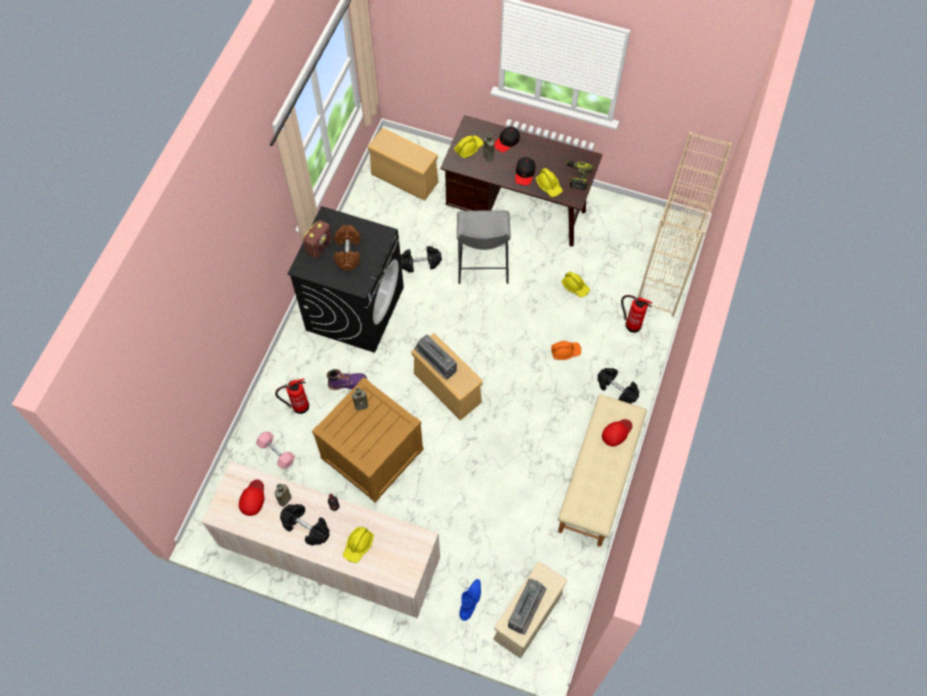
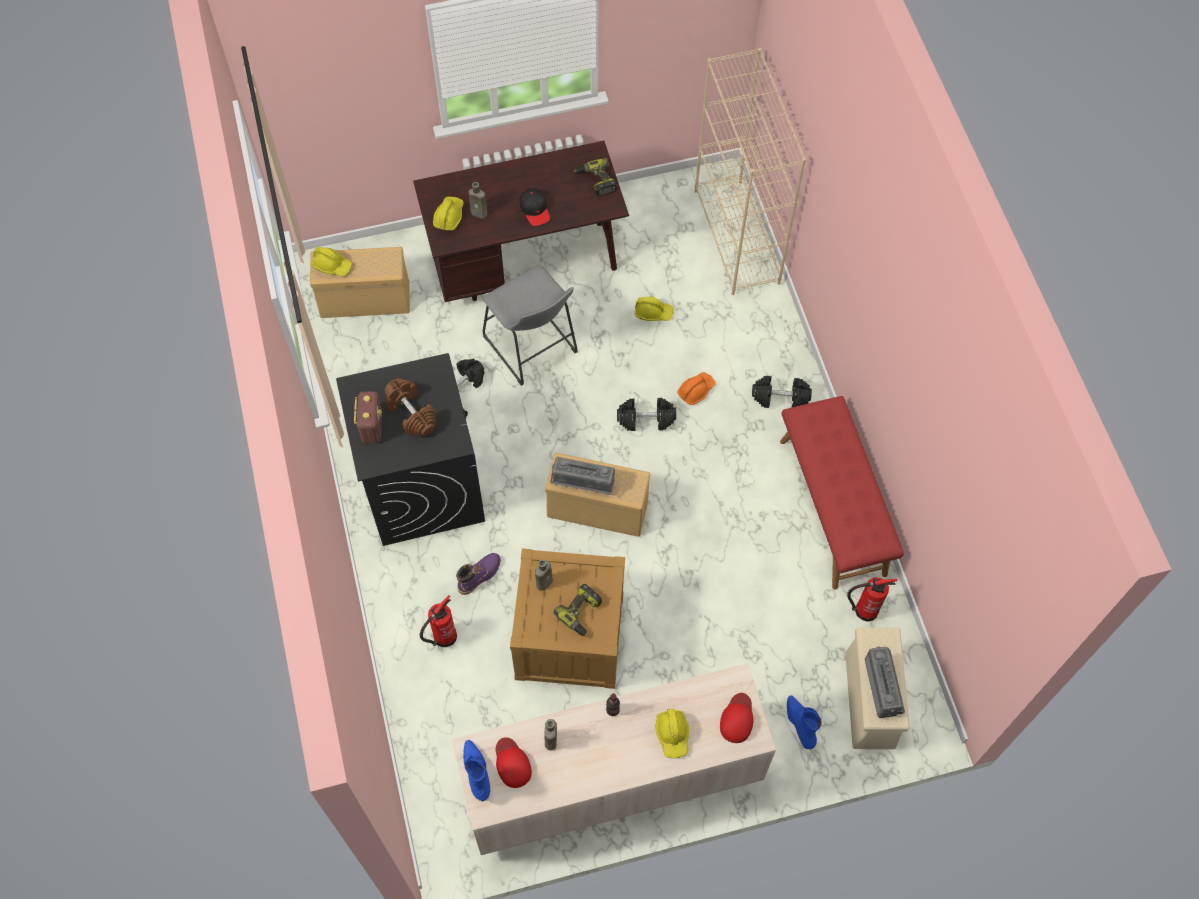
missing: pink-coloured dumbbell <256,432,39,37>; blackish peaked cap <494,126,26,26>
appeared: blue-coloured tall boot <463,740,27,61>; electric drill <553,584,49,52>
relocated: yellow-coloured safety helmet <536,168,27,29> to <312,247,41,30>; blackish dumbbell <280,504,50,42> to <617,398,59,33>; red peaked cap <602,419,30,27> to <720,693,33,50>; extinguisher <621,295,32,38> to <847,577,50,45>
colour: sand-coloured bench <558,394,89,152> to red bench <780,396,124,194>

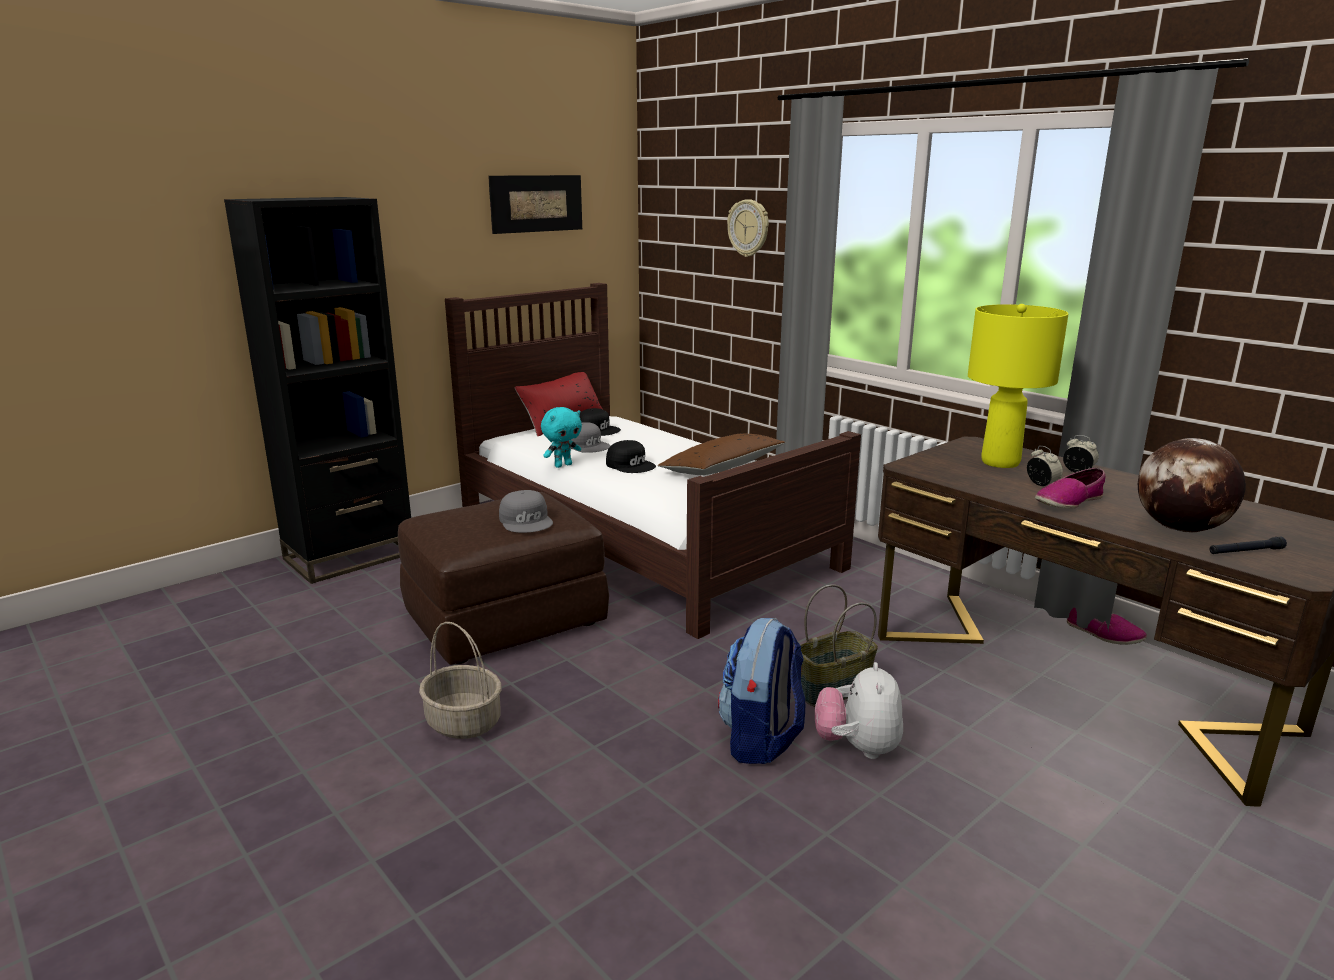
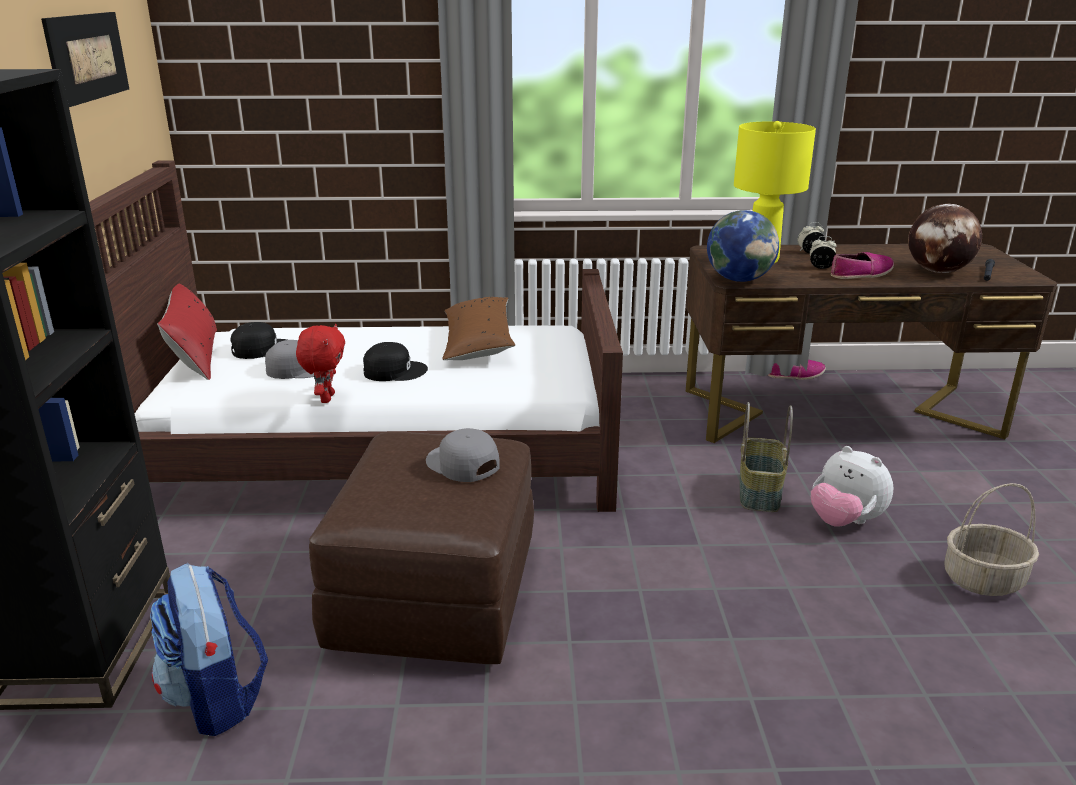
missing: hanging clock <727,199,42,58>
appeared: world globe <707,210,72,72>
relocated: backpack <718,618,87,146> to <150,563,118,173>; household basket <419,622,82,117> to <944,483,95,113>
colour: turquoise cuddly toy <541,407,41,61> to red cuddly toy <296,324,49,79>
spun: grey peaked cap <499,490,54,43> = <426,428,74,54> 150 degrees counterclockwise; shoe <1035,468,70,41> = <831,252,63,27> 120 degrees counterclockwise

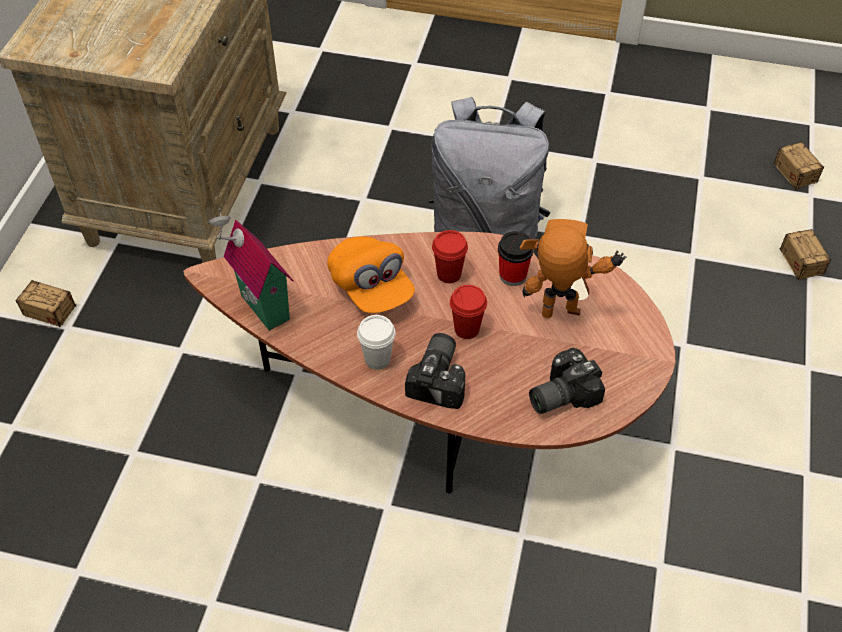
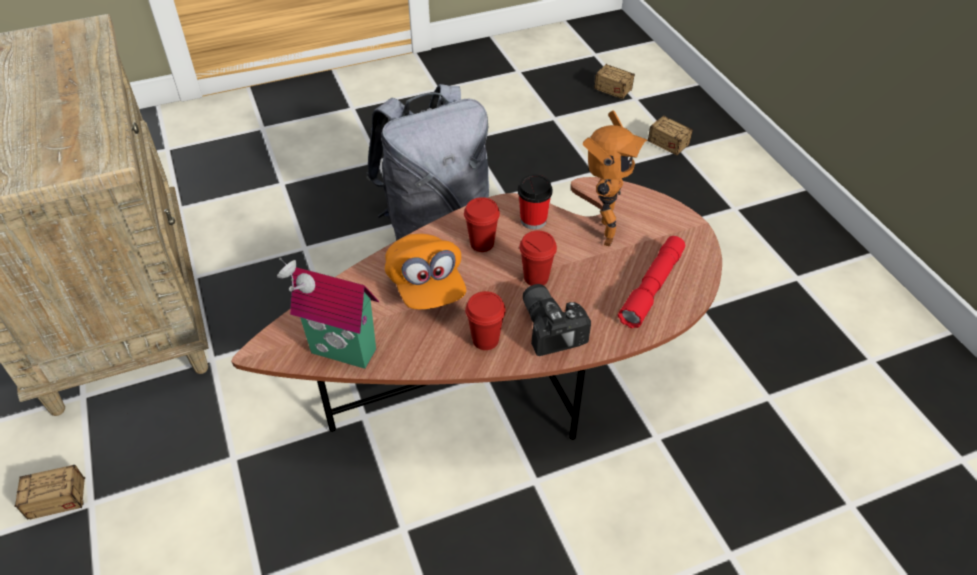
exchanged: photo camera <529,348,76,66> to red hand torch <618,236,67,92>
colour: white-coloured small cup <357,315,39,55> to red small cup <465,291,41,59>
spun: orangey peaked cap <327,237,88,76> = <385,234,81,75> 45 degrees clockwise; robot figure <520,219,107,99> = <583,110,64,137> 135 degrees clockwise

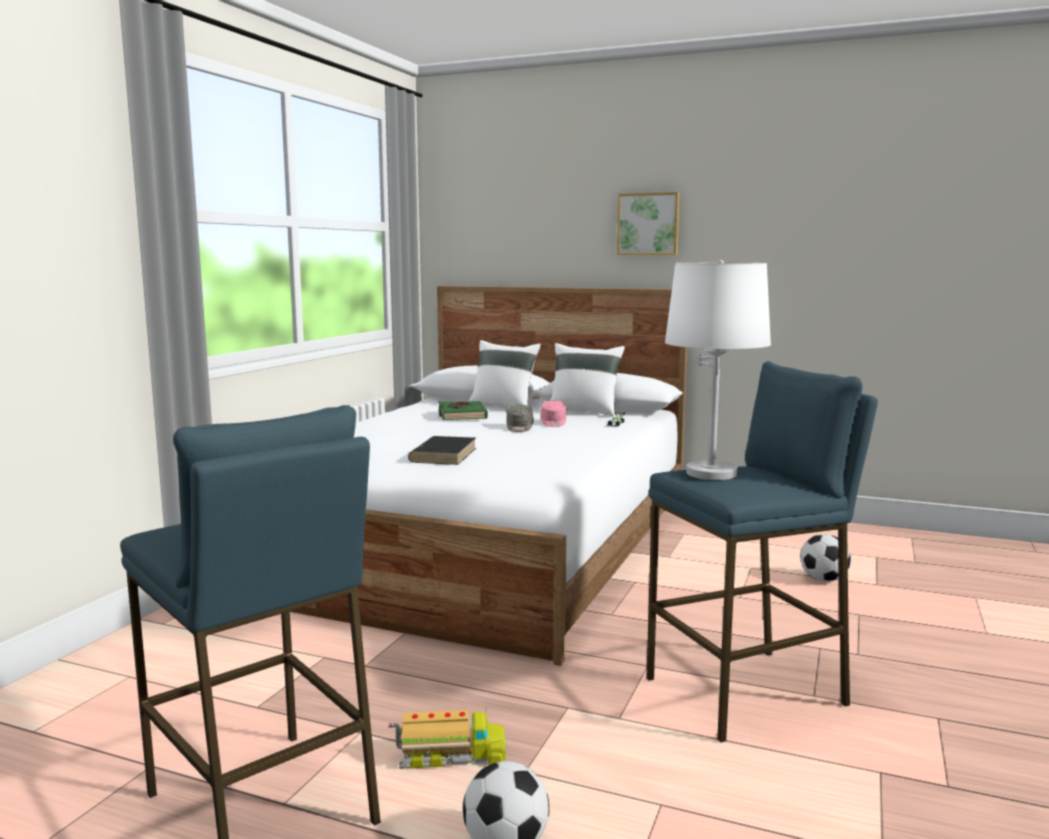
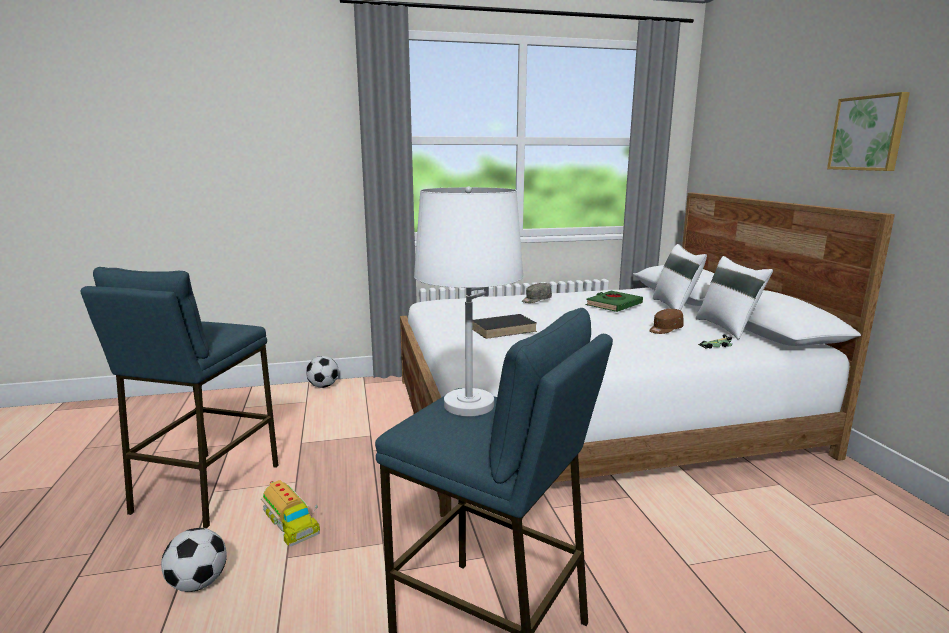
relocated: football <800,534,51,48> to <306,356,33,32>; grey peaked cap <507,405,26,27> to <522,283,30,20>
colour: pink-coloured peaked cap <541,401,25,26> to brown-coloured peaked cap <649,309,35,25>

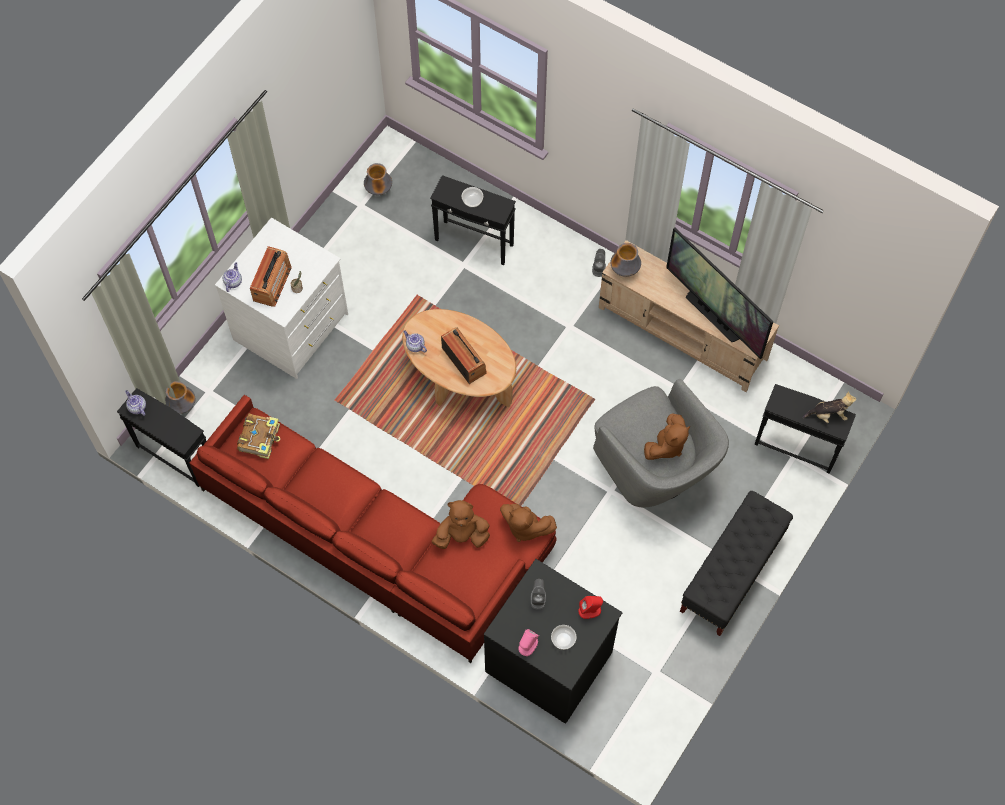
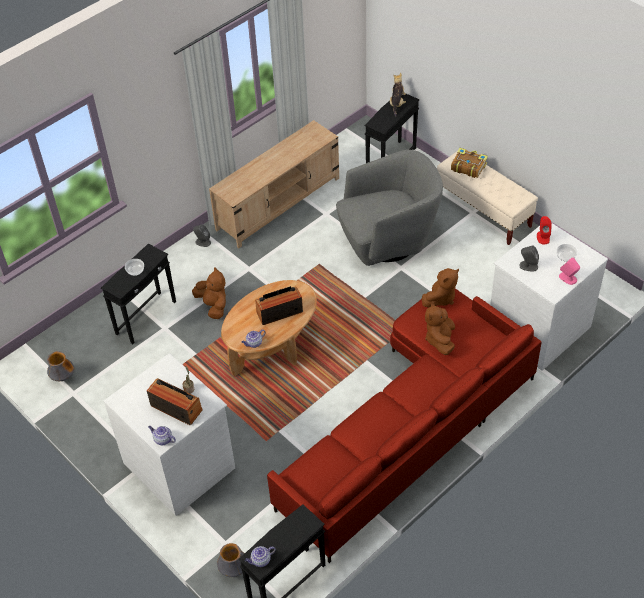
missing: decorative vase <610,243,31,34>; TV set <666,228,107,131>
relocated: brown-coloured cuddly toy <644,413,46,47> to <192,268,34,51>; book <237,414,43,45> to <451,148,37,30>
colour: blackish bench <680,491,113,145> to sand-coloured bench <437,152,101,93>; blackish chest of drawers <484,559,138,165> to white-coloured chest of drawers <490,223,118,148>

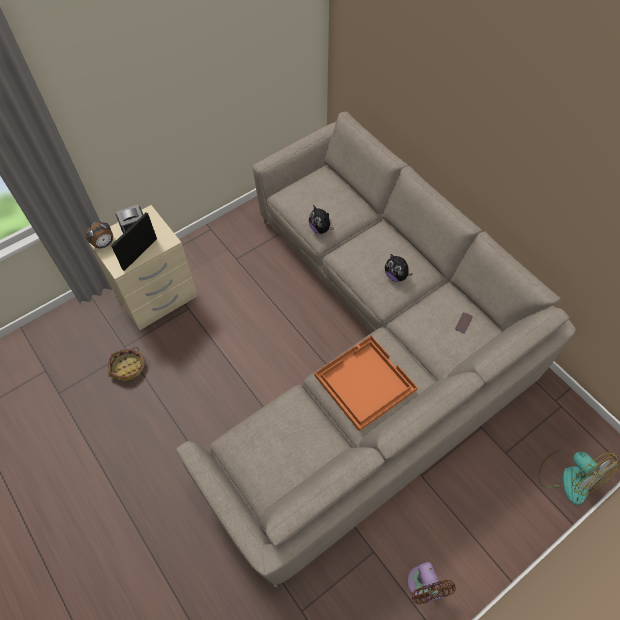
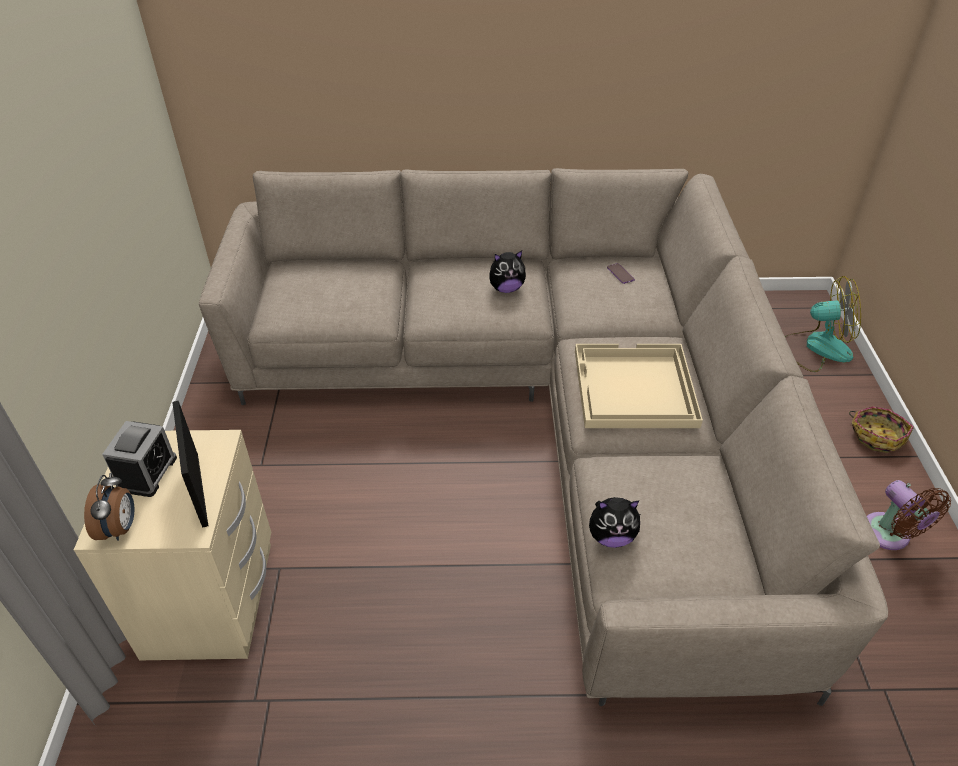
relocated: cuddly toy <309,205,25,29> to <589,497,52,51>; household basket <108,347,37,34> to <849,407,65,46>
colour: orangey tray <314,335,104,96> to sand-coloured tray <575,344,128,84>
spun: brown-coloured fan <407,562,49,42> = <867,480,84,70> 45 degrees clockwise

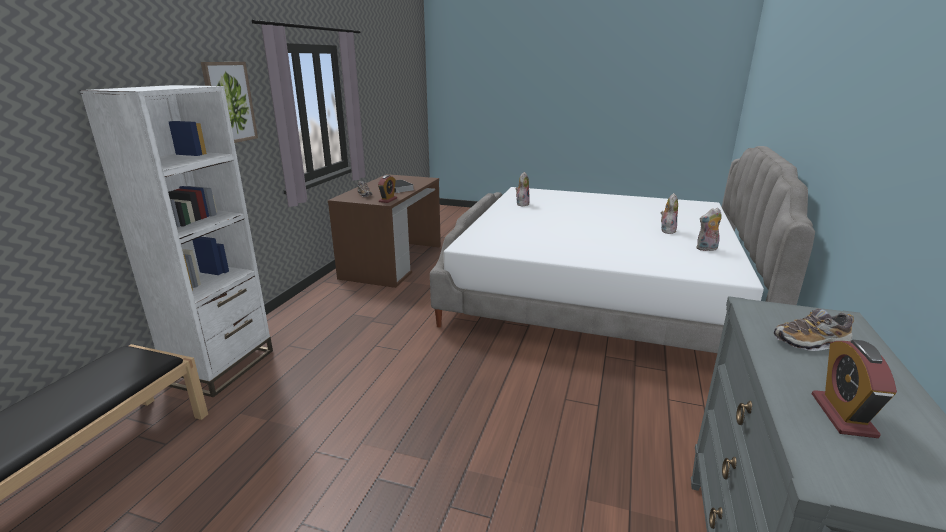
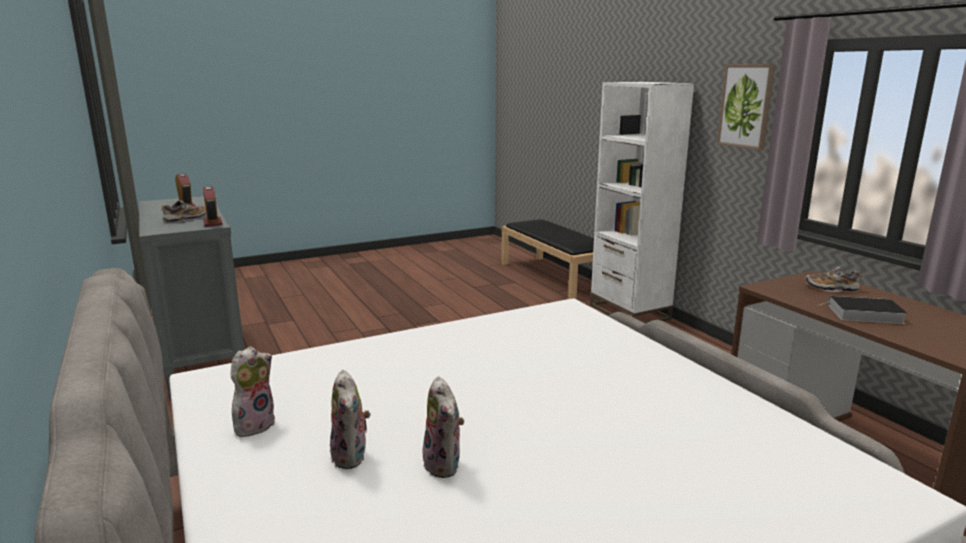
relocated: alarm clock <378,175,19,28> to <203,185,19,42>; cuddly toy <516,172,14,34> to <422,376,42,102>

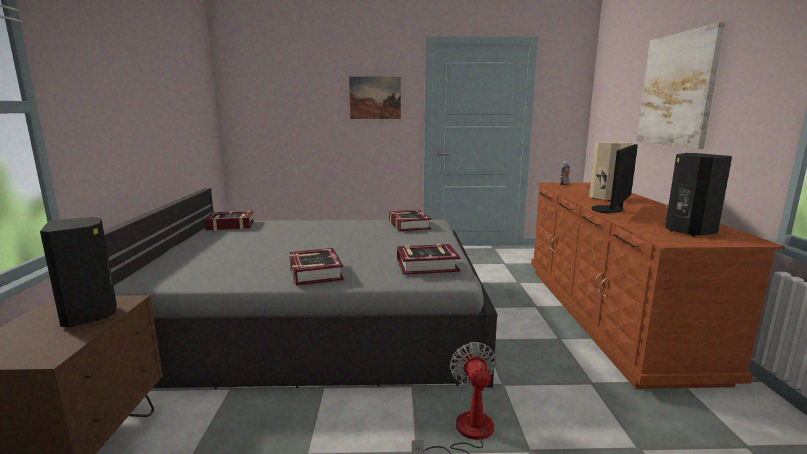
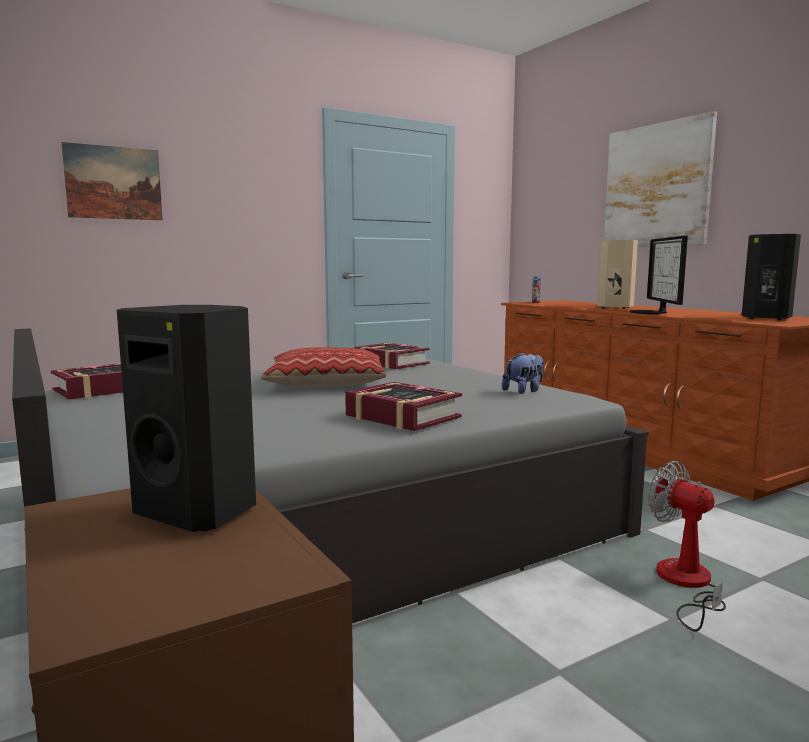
appeared: pillow <261,347,125,40>
relocated: wall art <349,77,52,42> to <61,142,102,78>
exchanged: book <397,244,64,31> to cuddly toy <502,351,42,43>

